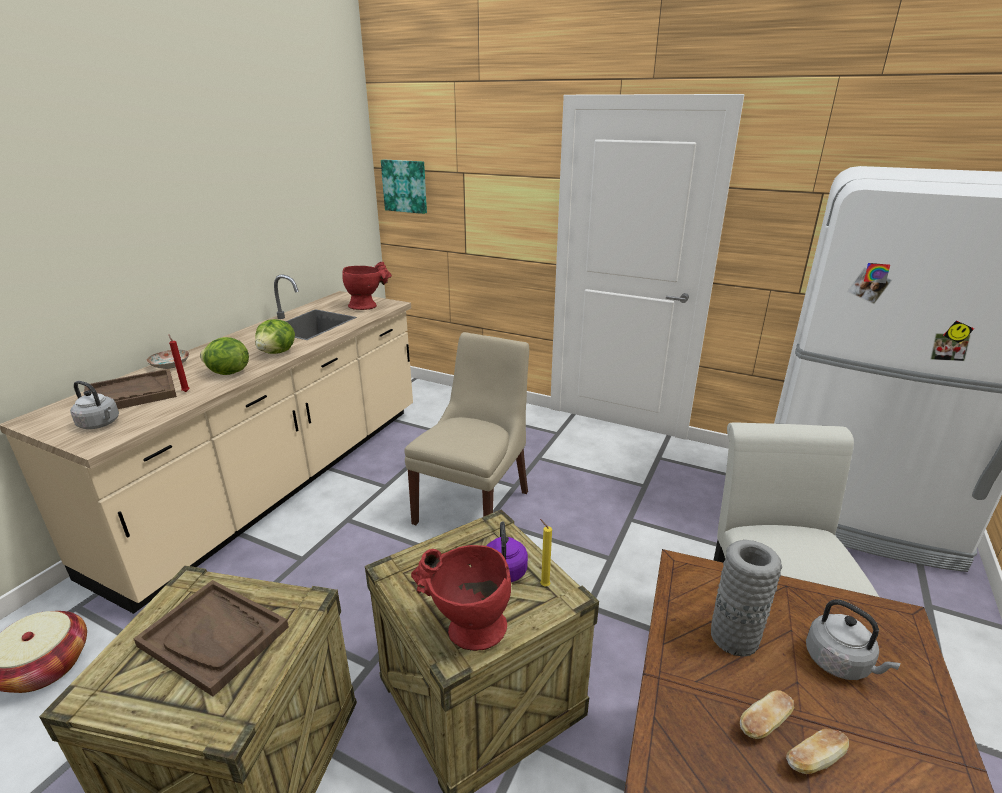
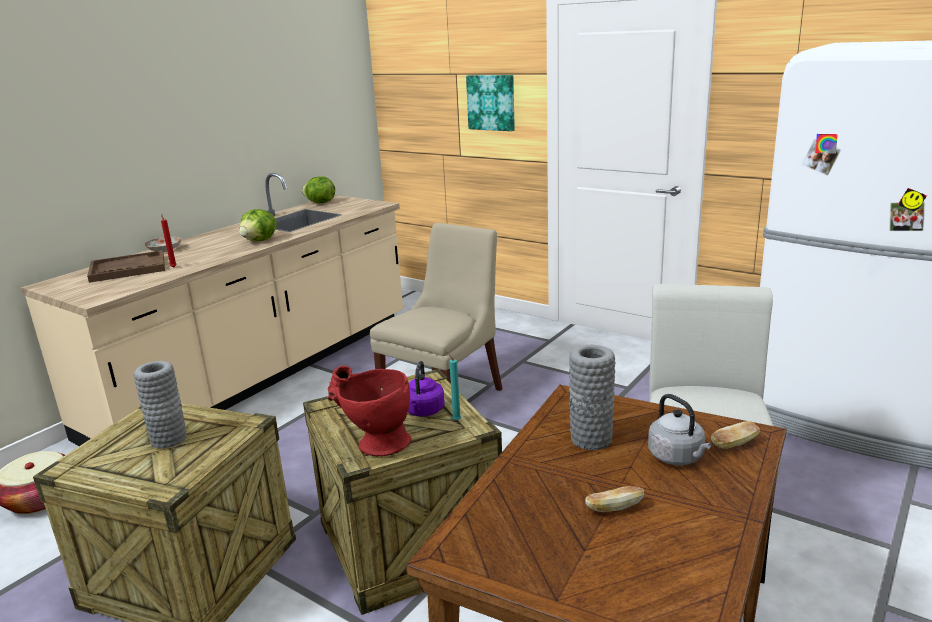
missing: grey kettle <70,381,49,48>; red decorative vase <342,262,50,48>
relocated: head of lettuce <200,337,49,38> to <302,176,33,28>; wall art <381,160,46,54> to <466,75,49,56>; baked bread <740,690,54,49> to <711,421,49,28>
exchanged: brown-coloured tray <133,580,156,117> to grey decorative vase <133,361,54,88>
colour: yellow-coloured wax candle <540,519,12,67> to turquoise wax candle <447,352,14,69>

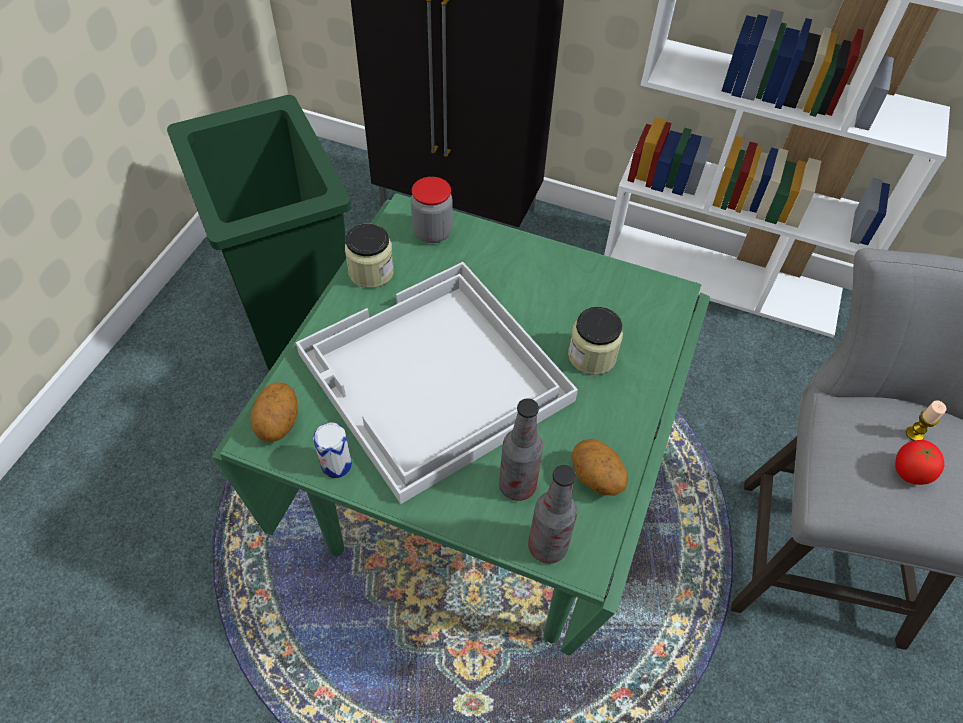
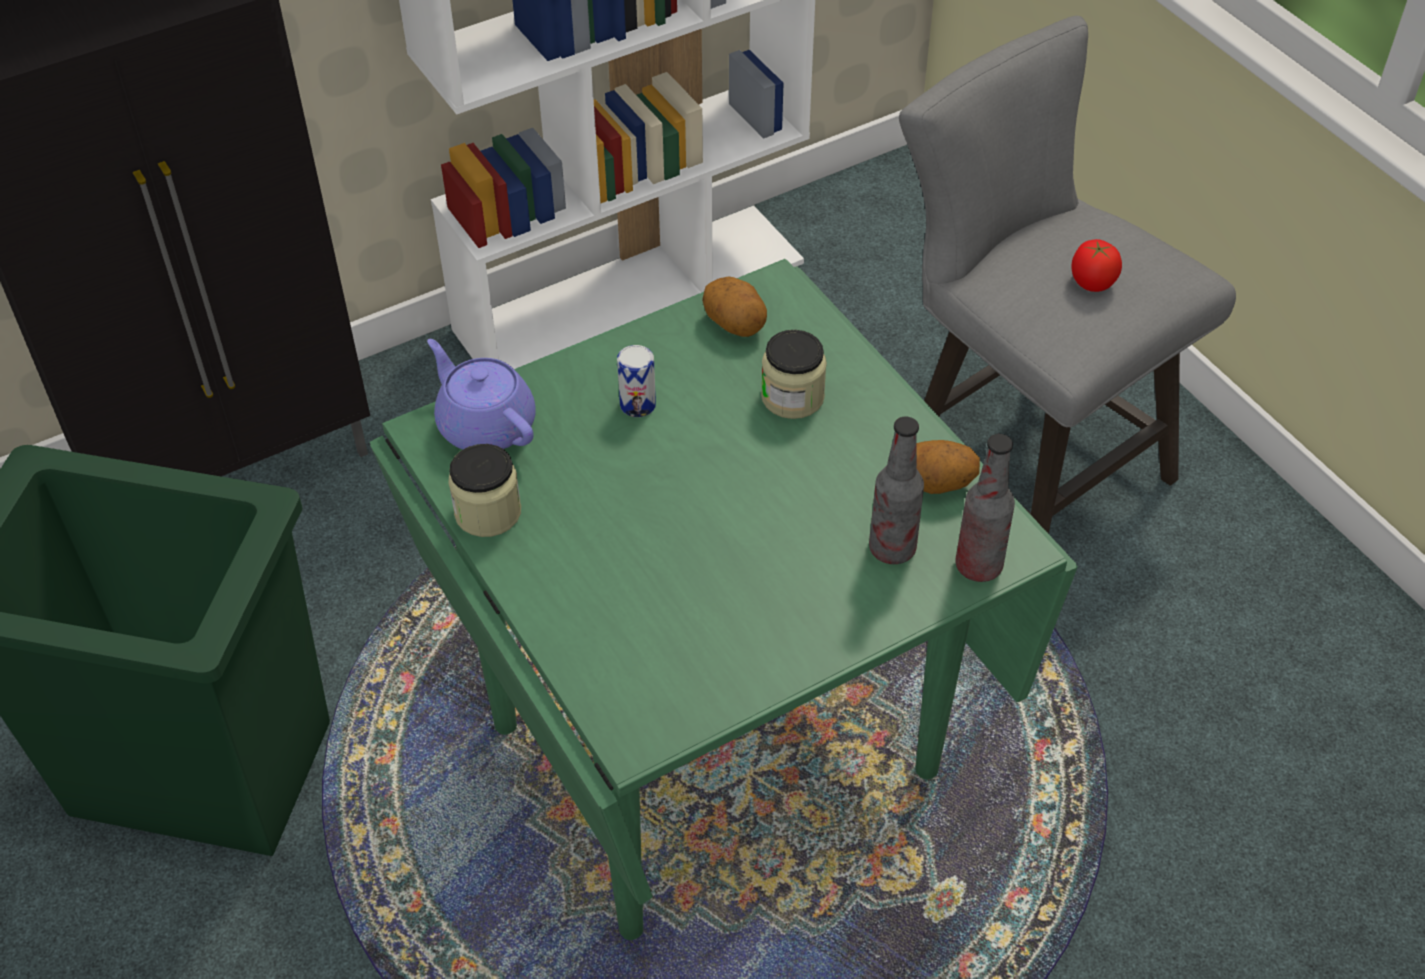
missing: white-coloured tray <296,262,282,242>; wax candle <906,400,41,41>
relocated: sealed can <313,423,39,55> to <617,345,39,72>; whole potato <250,382,48,60> to <702,277,65,60>
exchanged: storage jar <411,177,42,66> to purple pot for tea <427,339,109,110>

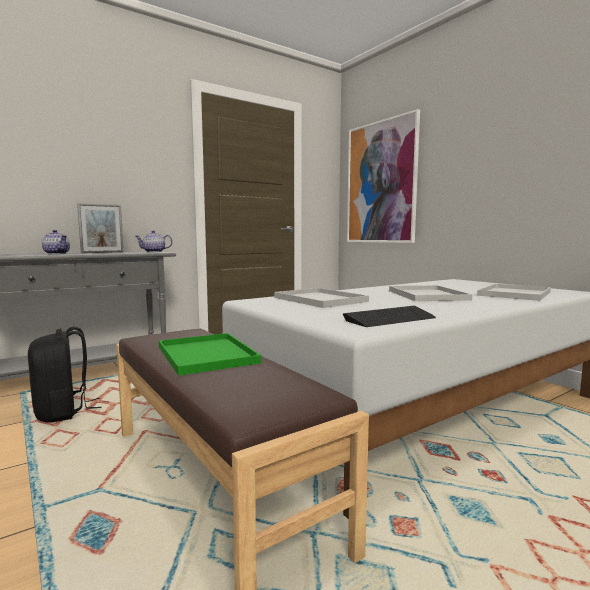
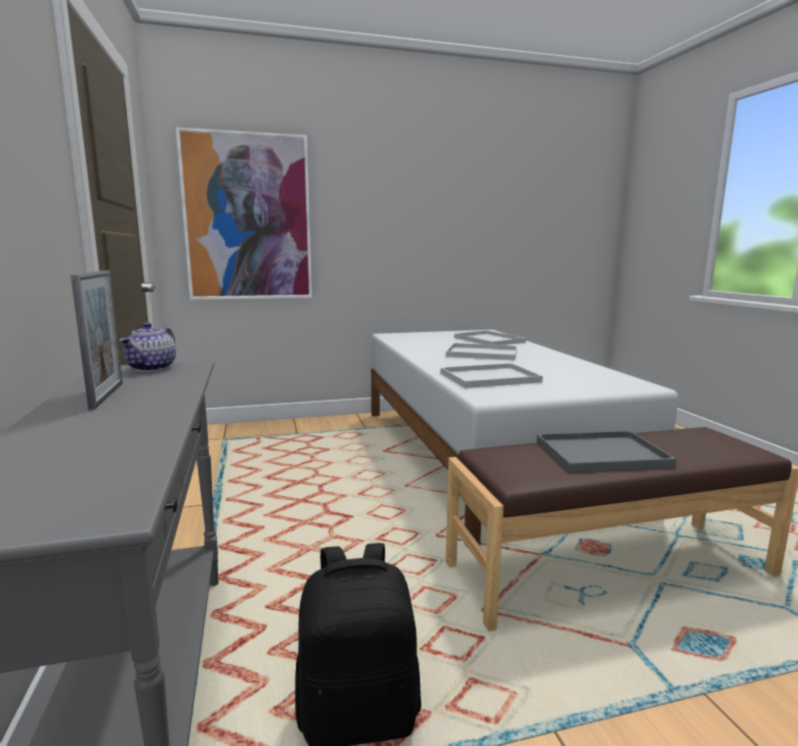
missing: pot for tea <42,230,28,24>; PC keyboard <343,306,93,21>
colour: green-coloured tray <159,333,102,43> to grey tray <537,431,140,41>

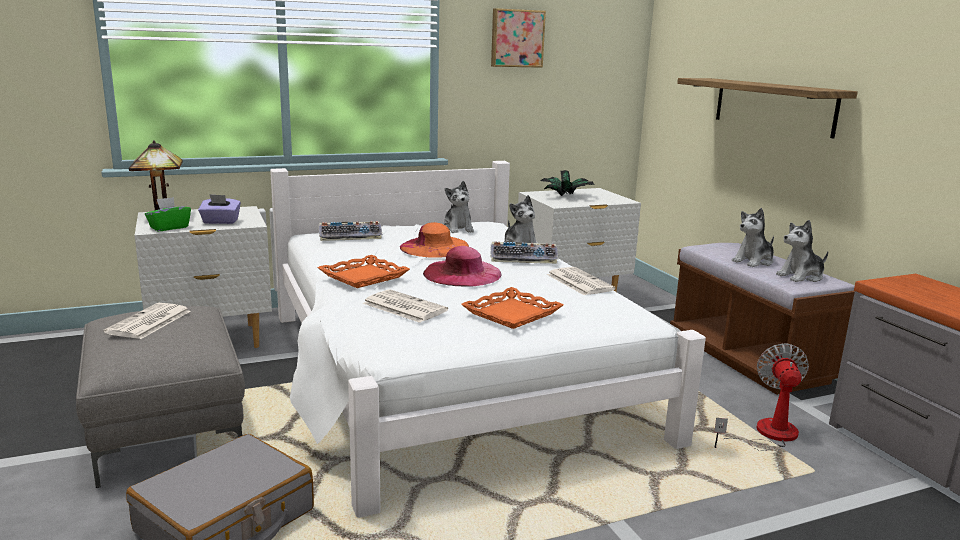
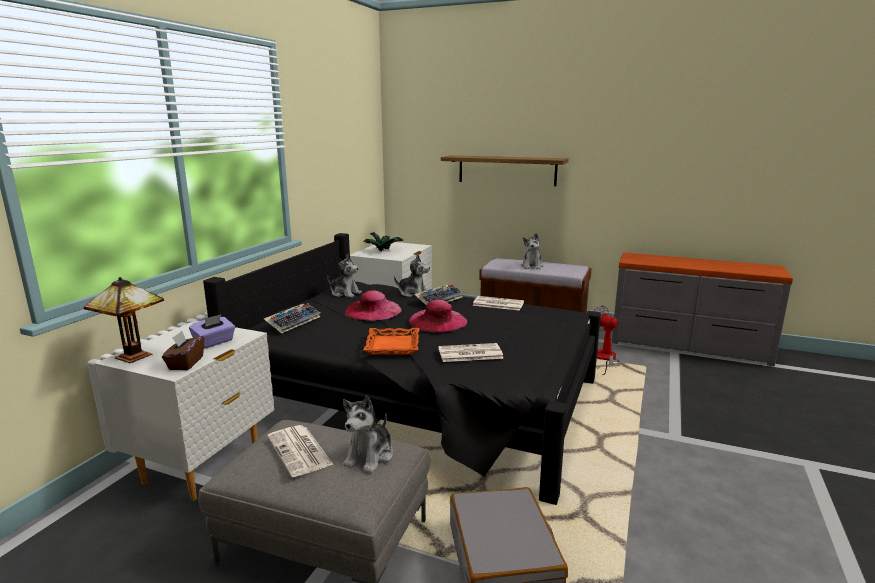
missing: orangey tray <461,287,103,42>; wall art <491,8,55,60>
relocated: cuddly toy <776,220,52,62> to <343,396,50,77>
colour: green-coloured tissue holder <145,197,46,34> to brown-coloured tissue holder <162,331,42,39>; white-coloured bed <270,161,436,357> to blackish bed <203,233,398,272>; orangey clothing hat <400,222,69,36> to pink-coloured clothing hat <345,290,57,31>

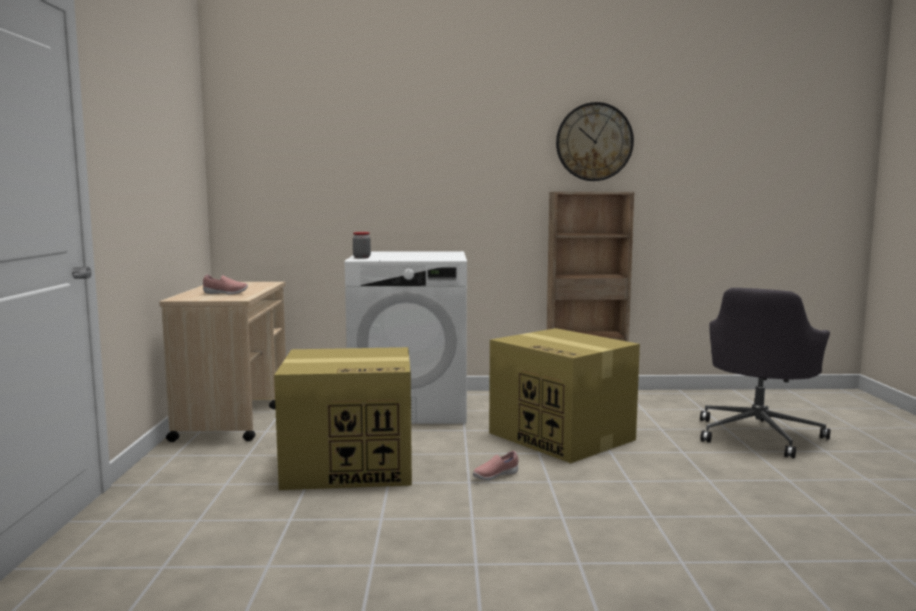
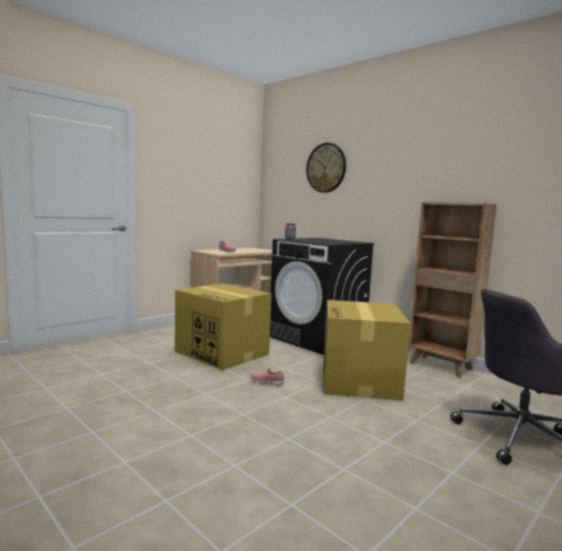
relocated: hanging clock <556,102,78,79> to <306,143,40,50>
colour: white-coloured washing machine <345,251,122,173> to blackish washing machine <270,238,105,117>

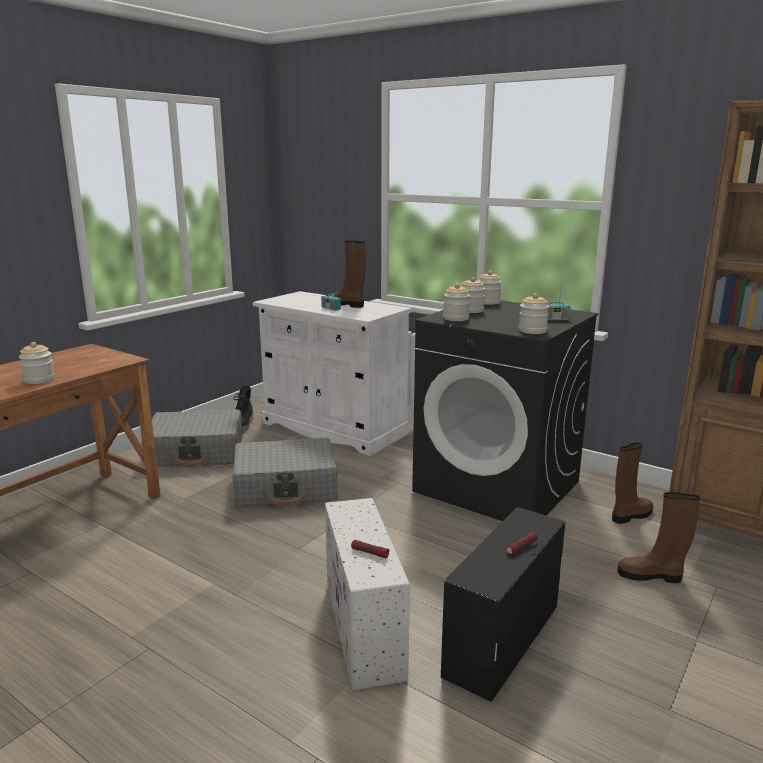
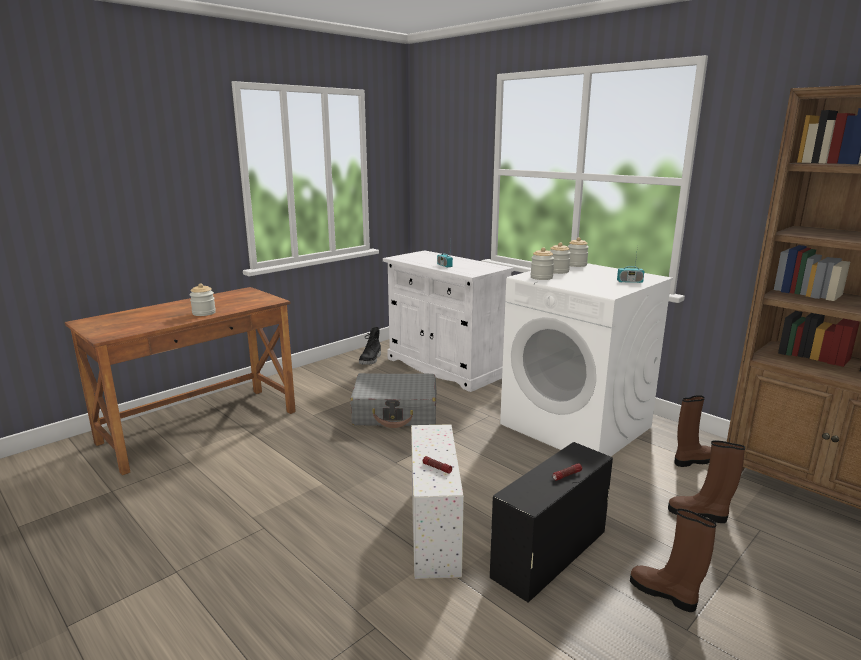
missing: grey suitcase <142,409,100,59>; storage jar <519,293,30,41>
relocated: brown-coloured tall boot <329,240,37,68> to <630,509,86,103>
colour: blackish washing machine <412,300,186,221> to white-coloured washing machine <500,263,173,193>

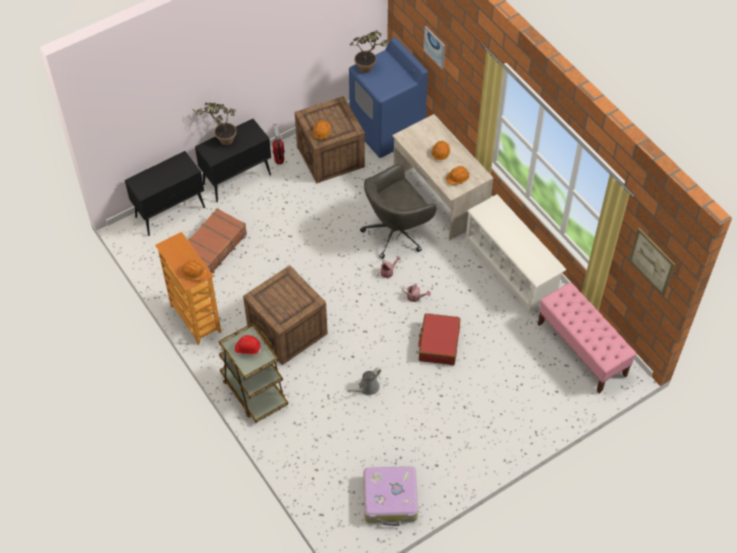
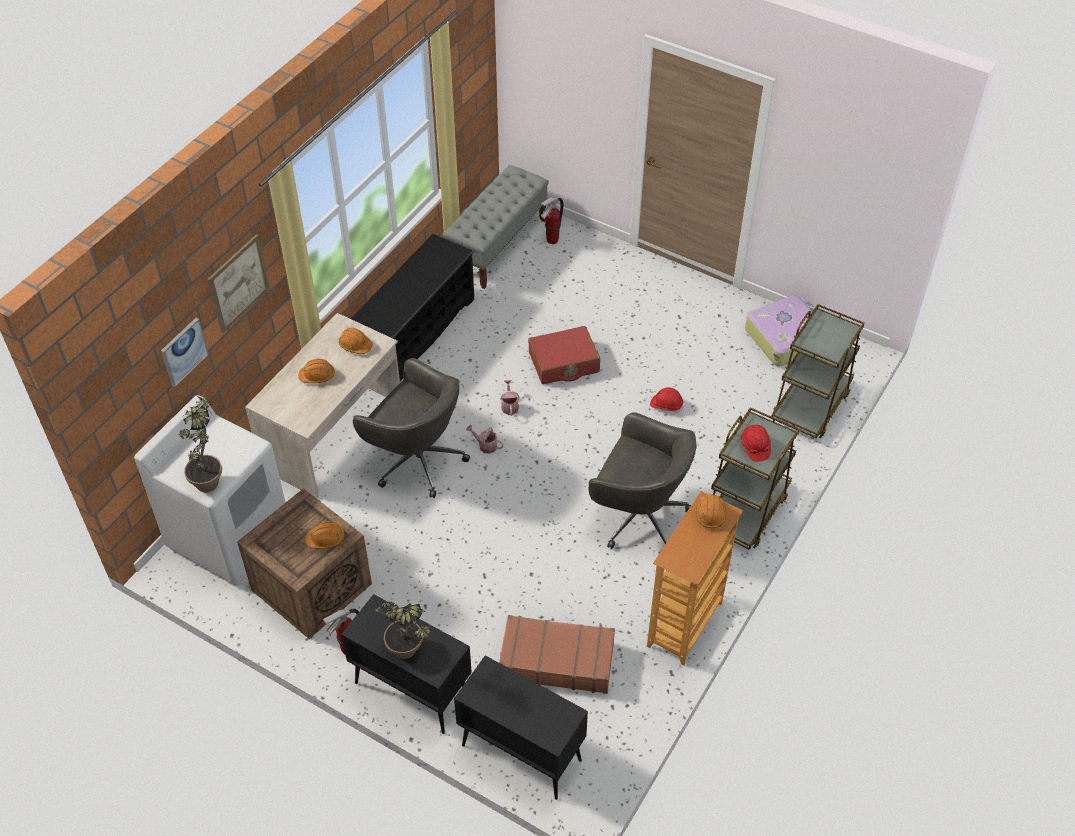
appeared: extinguisher <540,197,23,47>; brown-coloured cart <771,304,94,134>
relocated: wall art <629,228,47,68> to <208,234,62,99>
exchanged: shipping crate <243,265,85,100> to grey computer chair <589,412,108,137>; grey sprinkling can <348,367,33,28> to red safety helmet <650,387,33,26>
colour: blue-coloured washing machine <349,37,79,121> to white-coloured washing machine <134,395,152,191>; white-coloured shoe stand <465,194,101,120> to blackish shoe stand <351,234,123,147>; pink-coloured bench <538,282,99,111> to grey bench <443,165,106,124>

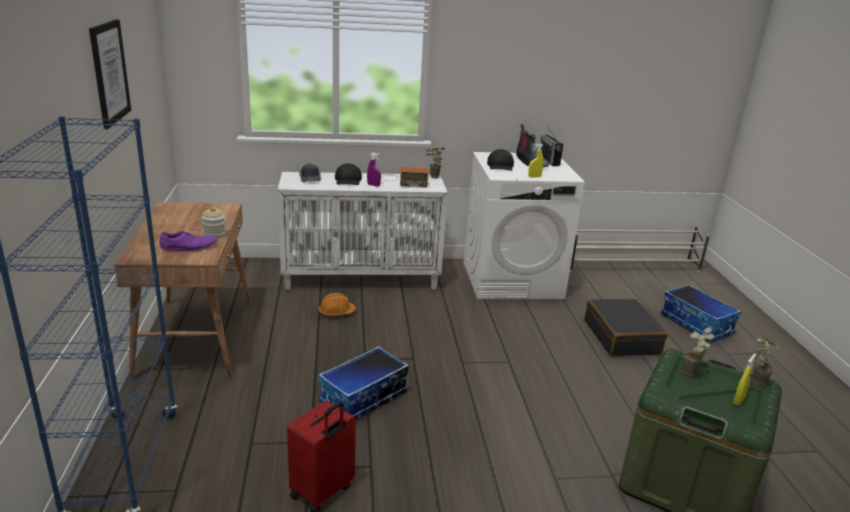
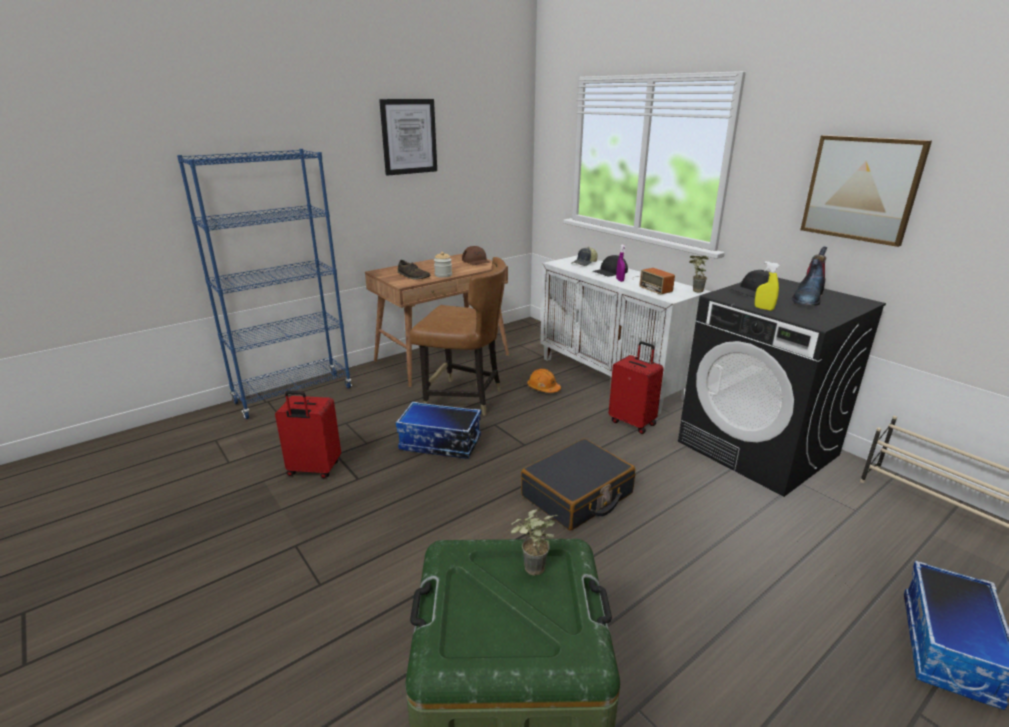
missing: radio receiver <541,126,22,40>; yellow-coloured hand sprayer <733,354,23,51>; houseplant <752,335,28,51>
appeared: brown-coloured plain chair <410,257,96,159>; brown-coloured peaked cap <462,246,29,19>; red suitcase <609,341,55,93>; wall art <800,135,132,112>
relocated: blackish suitcase <585,298,83,58> to <521,438,114,92>
colour: purple shoe <160,231,57,20> to brown-coloured shoe <398,260,32,20>; white-coloured washing machine <464,152,121,147> to blackish washing machine <678,278,208,219>

